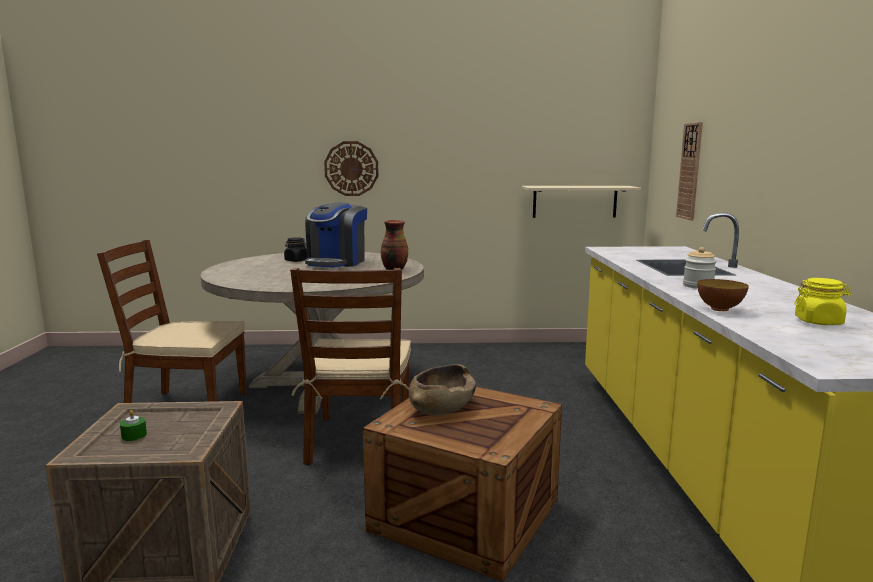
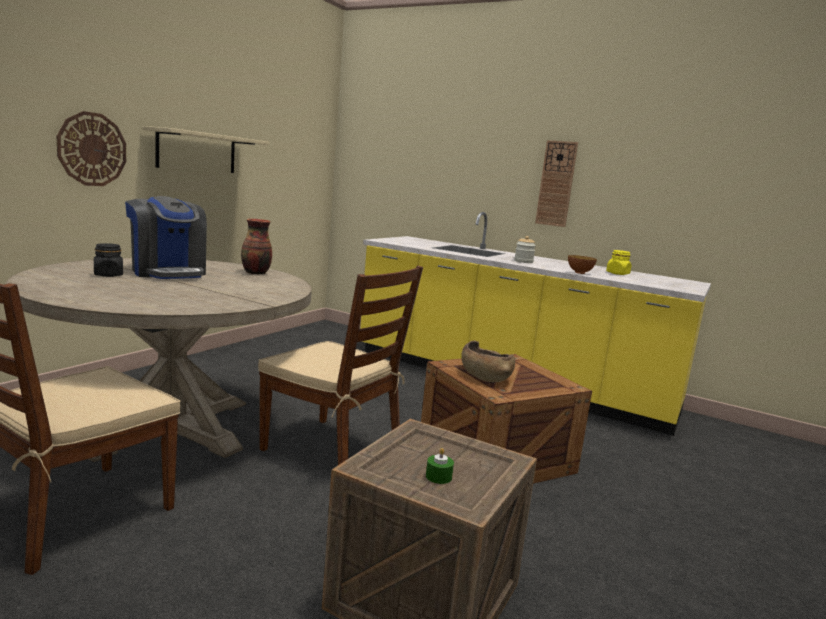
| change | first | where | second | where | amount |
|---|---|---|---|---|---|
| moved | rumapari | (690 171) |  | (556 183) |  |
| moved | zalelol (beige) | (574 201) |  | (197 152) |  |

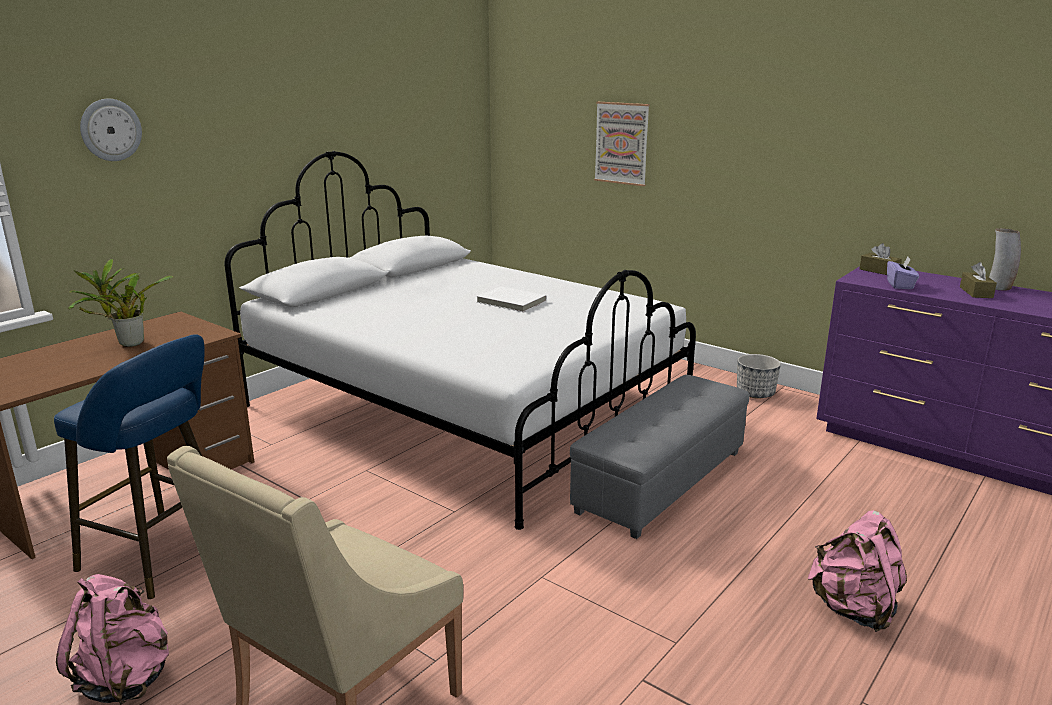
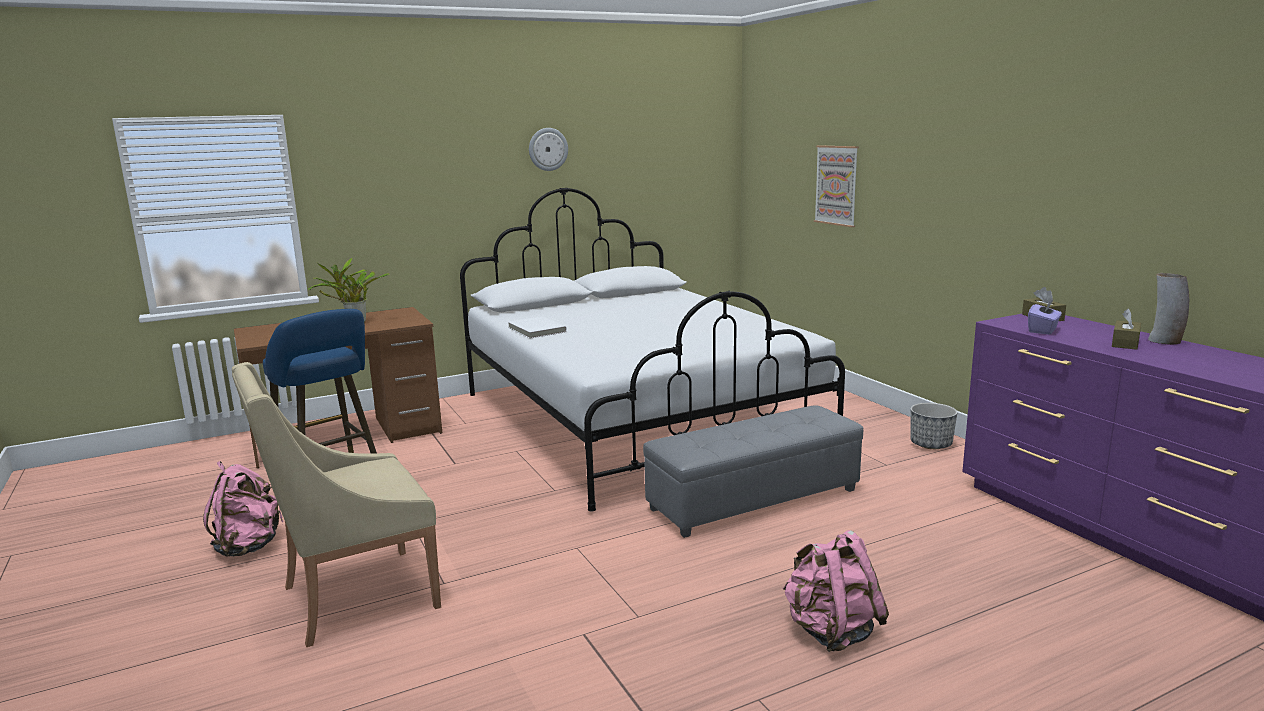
| change | first | where | second | where | amount |
|---|---|---|---|---|---|
| moved | rumapari | (110 130) |  | (548 149) |  |
| moved | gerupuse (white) | (511 302) |  | (535 330) |  |

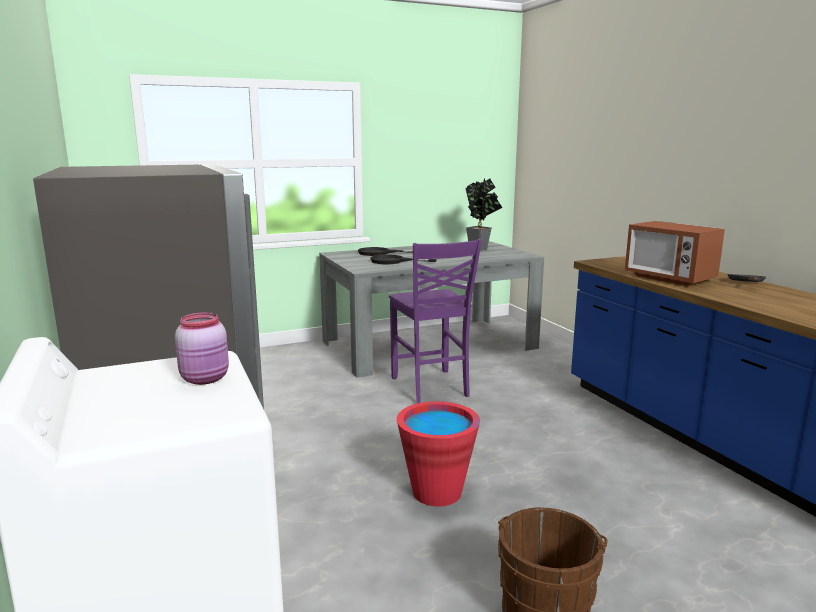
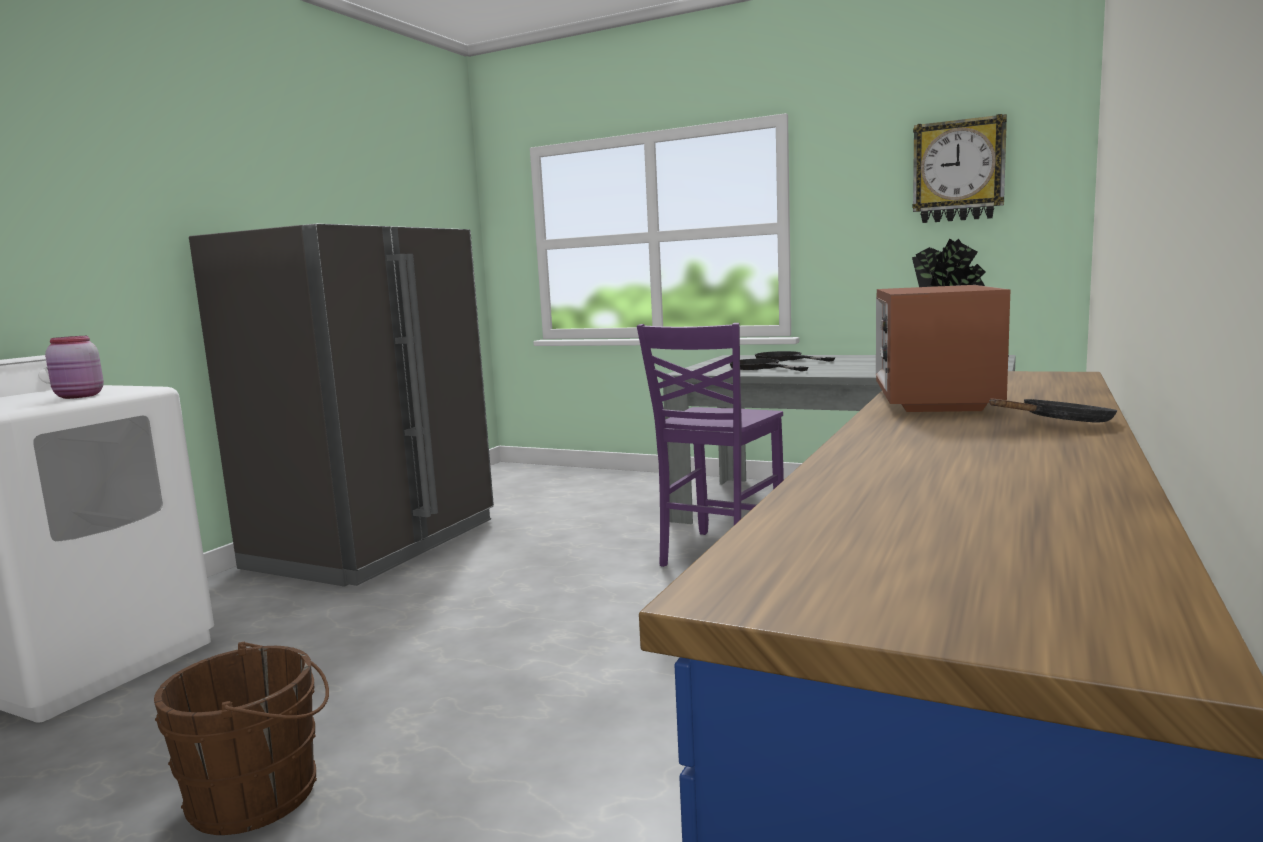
| change | first | where | second | where | amount |
|---|---|---|---|---|---|
| removed | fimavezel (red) | (437 492) |  |  |  |
| added |  |  | rumapari | (958 171) |  |

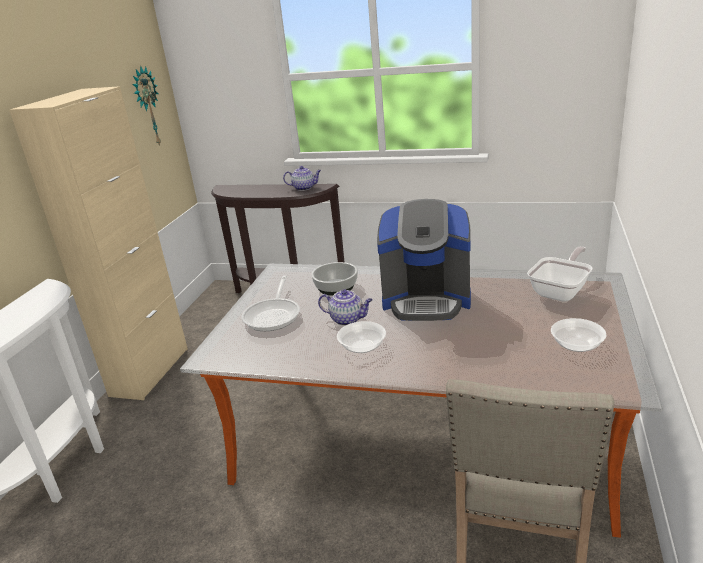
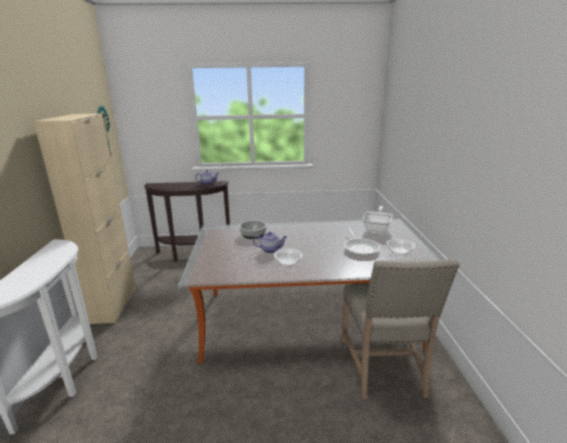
| change | first | where | second | where | amount |
|---|---|---|---|---|---|
| removed | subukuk | (426 300) |  |  |  |
| moved | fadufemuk | (274 315) |  | (360 248) |  |

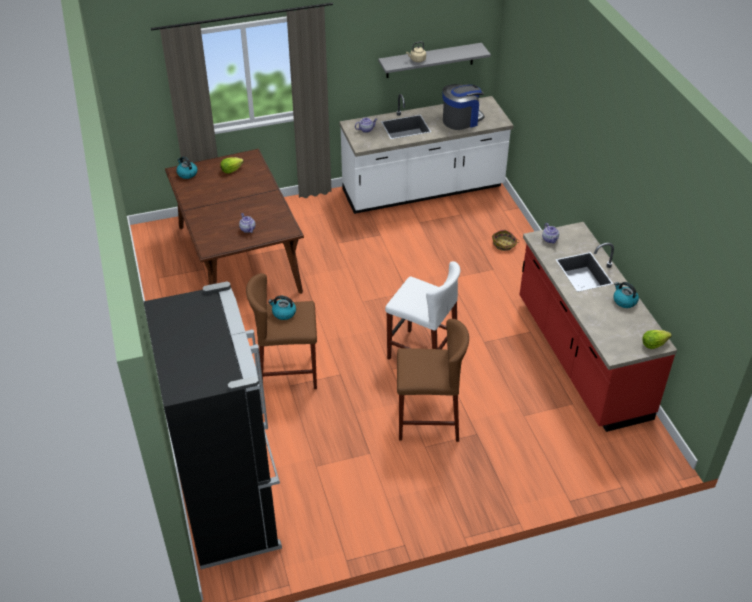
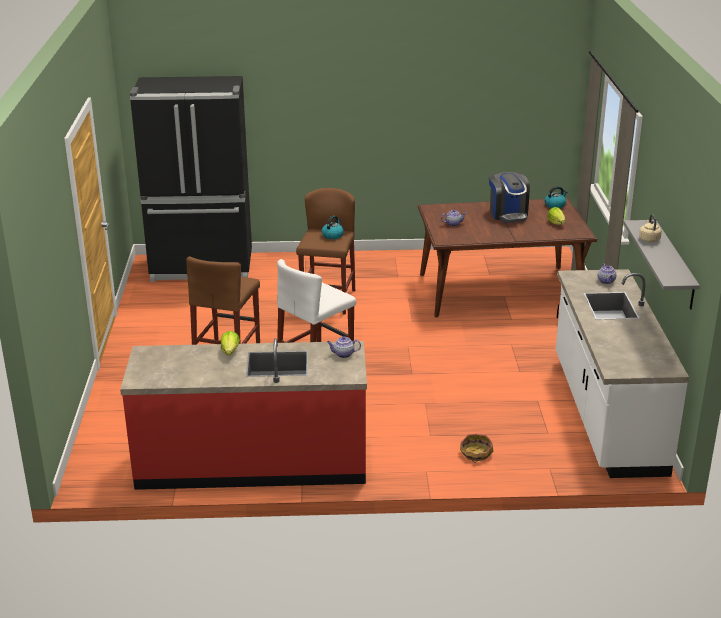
| change | first | where | second | where | amount |
|---|---|---|---|---|---|
| moved | subukuk | (461 120) |  | (508 214) |  |
| removed | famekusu | (624 301) |  |  |  |
| moved | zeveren | (653 344) |  | (230 352) |  |

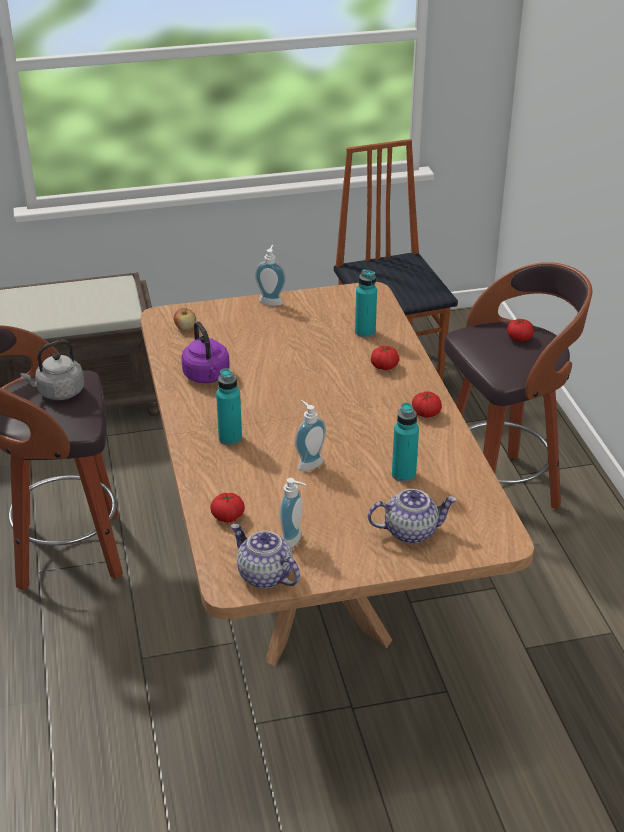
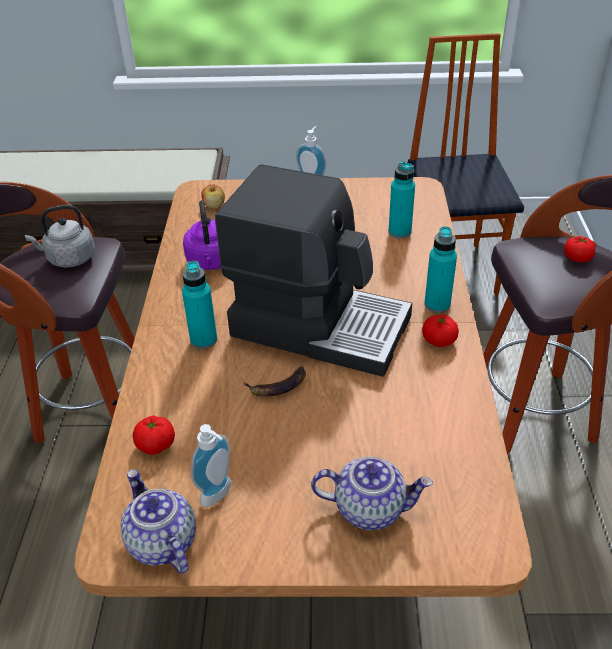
| change | first | where | second | where | amount |
|---|---|---|---|---|---|
| removed | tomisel | (384 366) |  |  |  |
| replaced | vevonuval | (308 463) | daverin | (278 385) |  |
| moved | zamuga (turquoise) | (403 474) |  | (437 304) |  |
| added |  |  | subukuk | (319 324) |  |

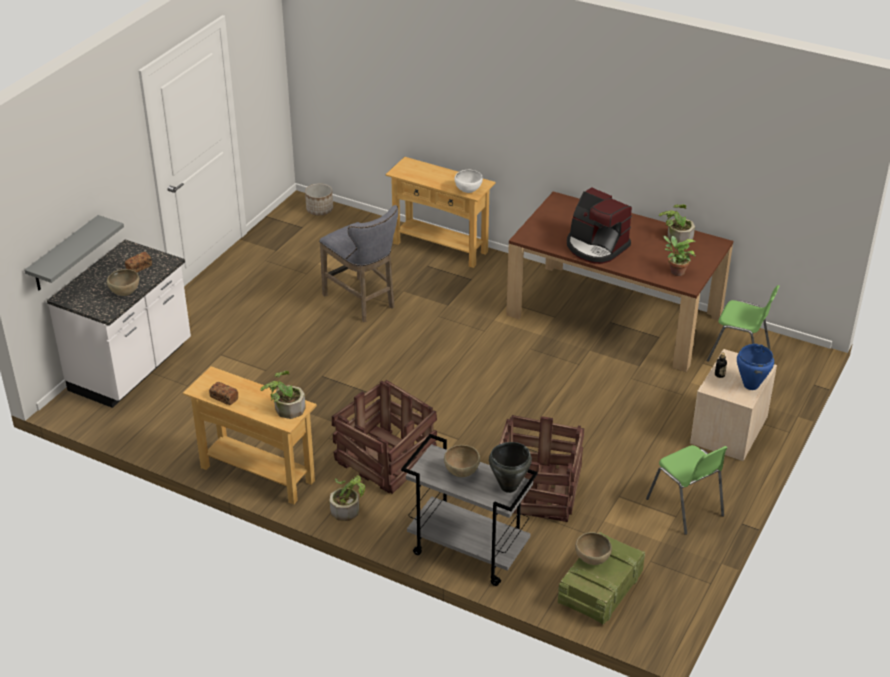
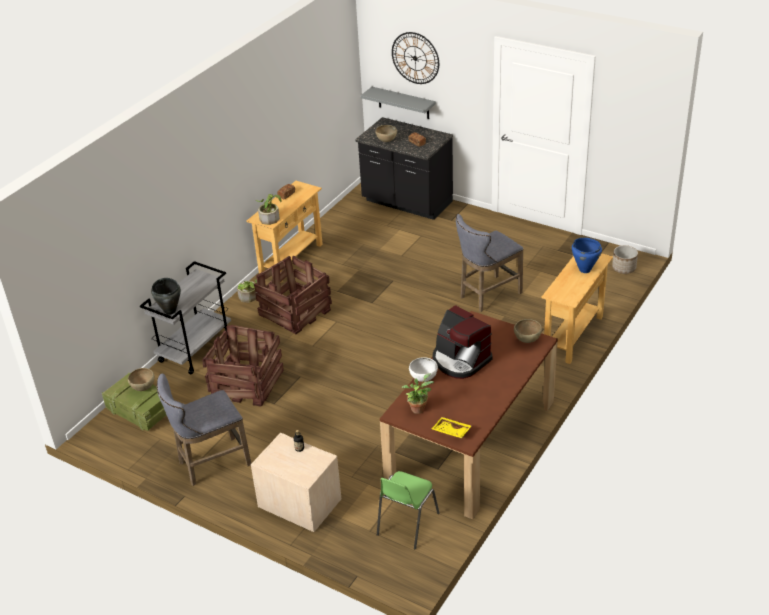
| change | first | where | second | where | amount |
|---|---|---|---|---|---|
| moved | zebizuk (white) | (468 191) |  | (423 379) |  |
| turned | subukuk | (596 247) |  | (460 360) | 90 degrees counterclockwise |
| removed | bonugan | (676 237) |  |  |  |
| recoloured | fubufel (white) | (132 369) | fubufel (black) | (406 203) |  |
| moved | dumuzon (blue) | (750 385) |  | (584 269) |  |
| moved | zebizuk (brown) | (461 472) |  | (527 340) |  |
| replaced | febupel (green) | (685 508) | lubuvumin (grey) | (210 464) |  |
| added |  |  | rumapari | (415 58) |  |
| added |  |  | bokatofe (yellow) | (451 431) |  |

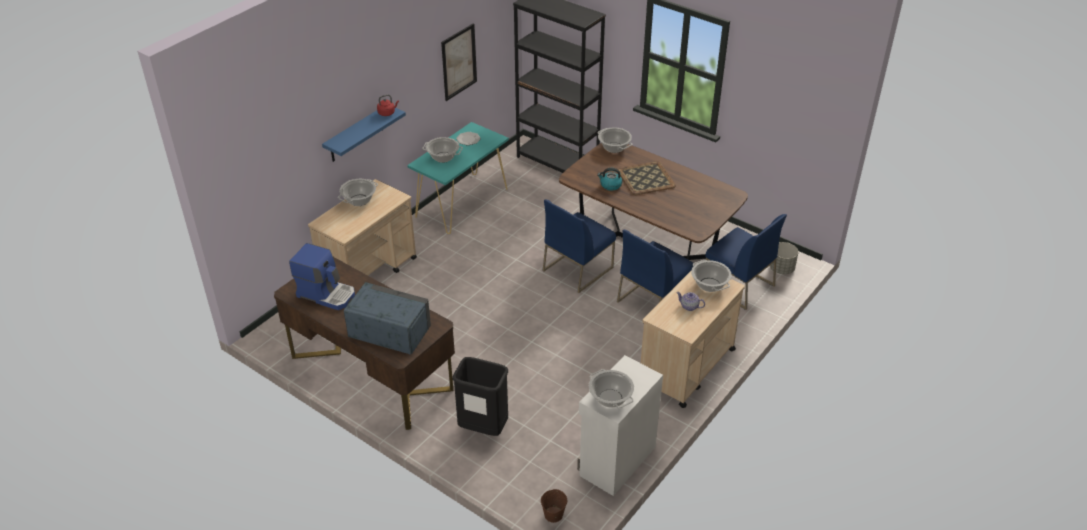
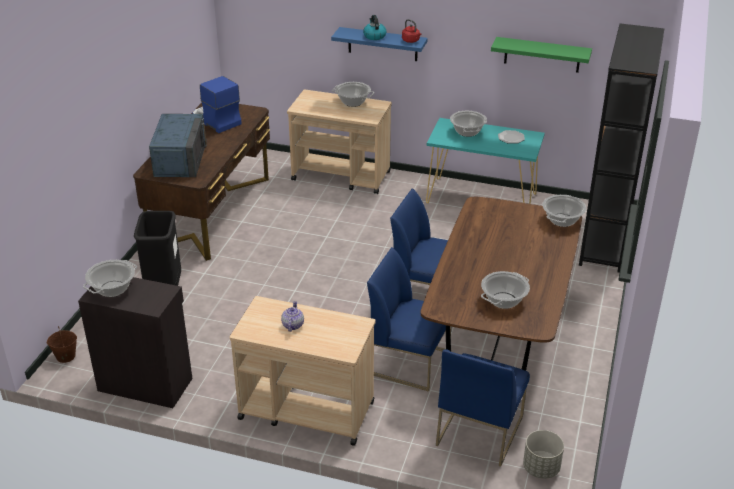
| change | first | where | second | where | amount |
|---|---|---|---|---|---|
| replaced | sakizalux | (459 62) | zalelol (green) | (542 55) |  |
| removed | bokatofe | (645 178) |  |  |  |
| moved | famekusu | (610 185) |  | (374 36) |  |
| turned | subukuk | (326 294) |  | (215 120) | 135 degrees clockwise |
| moved | dumuzon | (709 285) |  | (503 300) |  |
| recoloured | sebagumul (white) | (616 461) | sebagumul (black) | (145 383) |  |

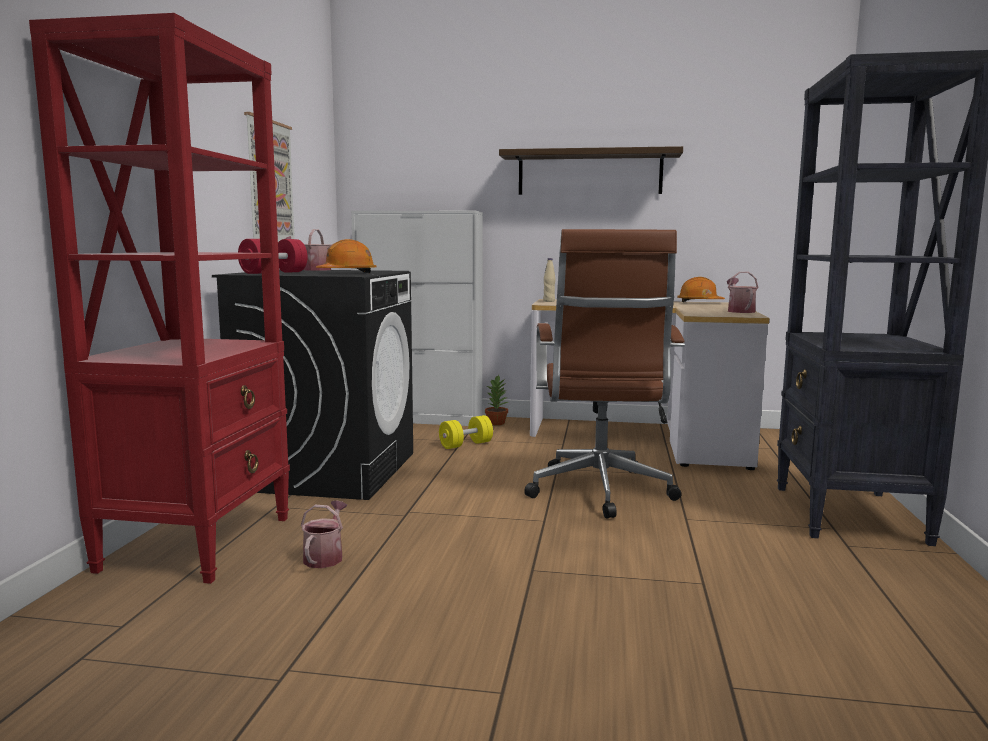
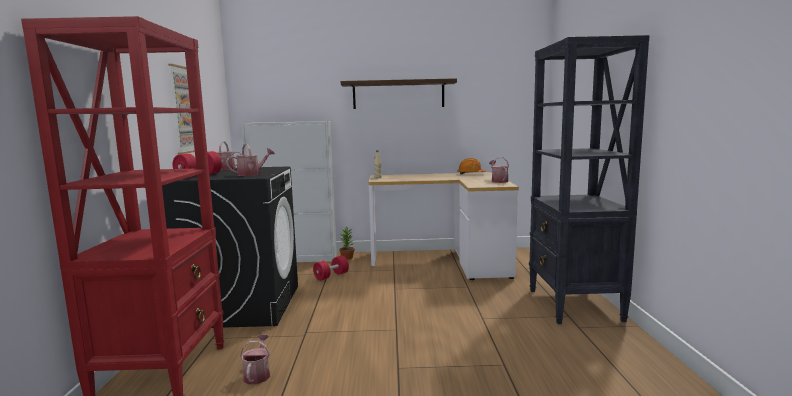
| change | first | where | second | where | amount |
|---|---|---|---|---|---|
| removed | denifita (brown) | (600 493) |  |  |  |
| replaced | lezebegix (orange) | (347 273) | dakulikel | (252 174) |  |
| recoloured | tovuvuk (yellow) | (466 445) | tovuvuk (red) | (331 276) |  |

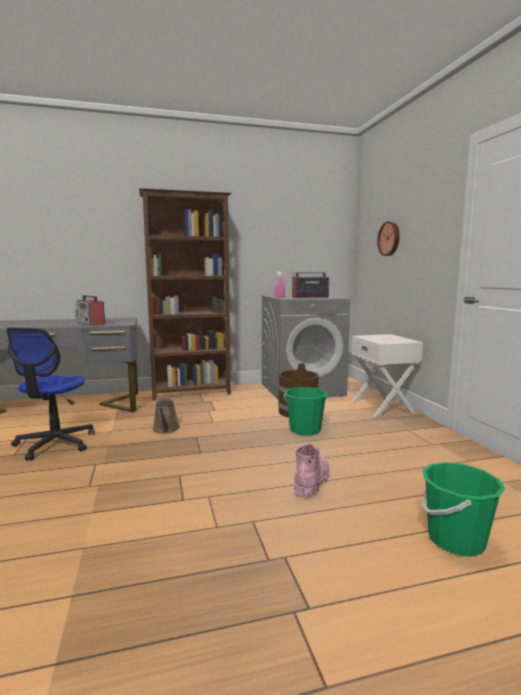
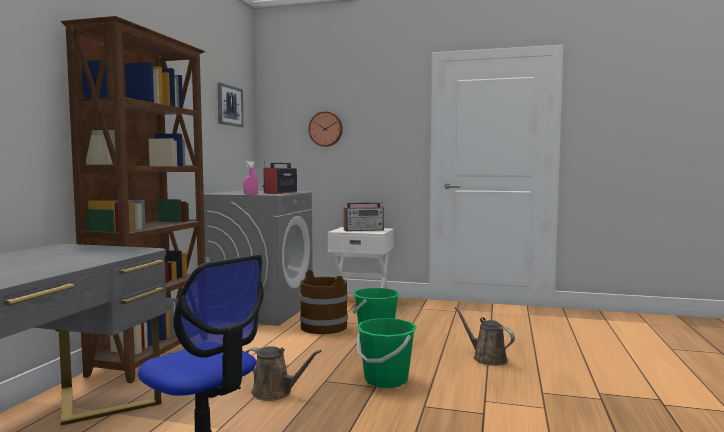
| change | first | where | second | where | amount |
|---|---|---|---|---|---|
| moved | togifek | (91 323) |  | (364 230) |  |
| replaced | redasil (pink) | (311 481) | dakulikel (brown) | (487 358) |  |
| moved | fimavezel (green) | (455 540) |  | (386 380) |  |
| added |  |  | sakizalux | (229 106) |  |

